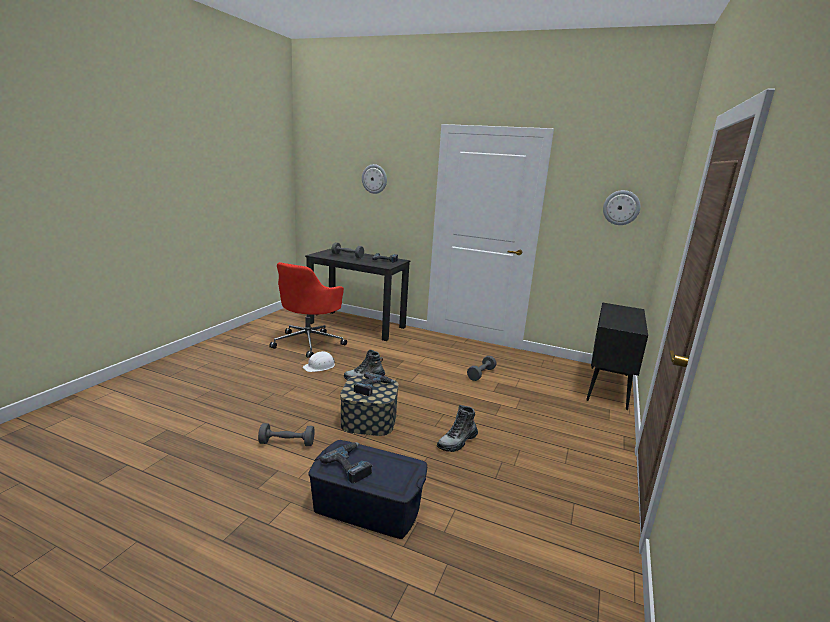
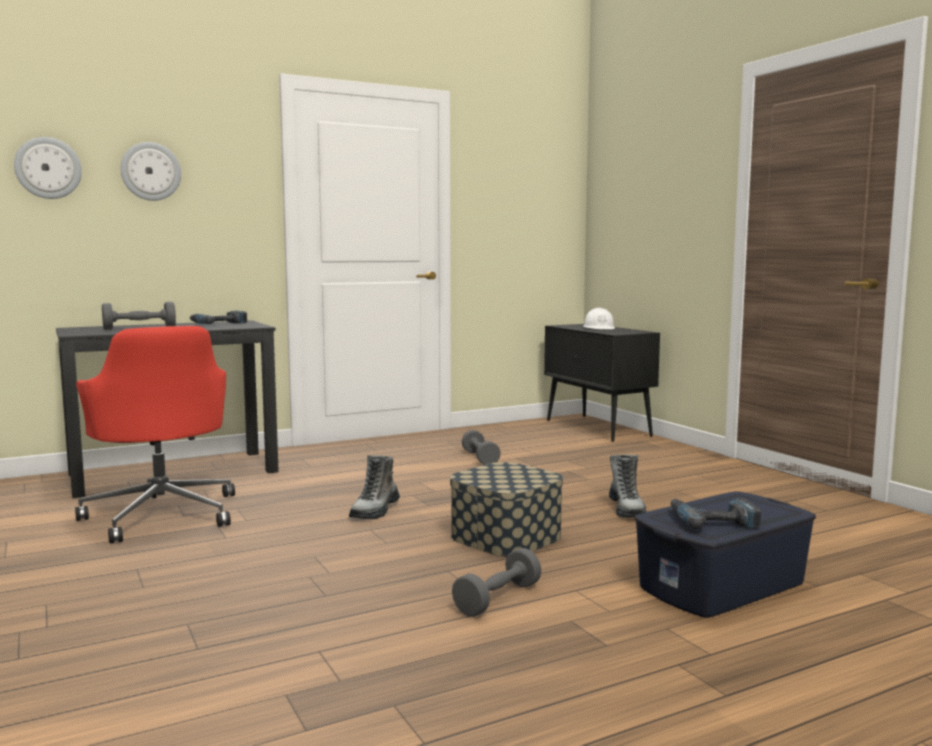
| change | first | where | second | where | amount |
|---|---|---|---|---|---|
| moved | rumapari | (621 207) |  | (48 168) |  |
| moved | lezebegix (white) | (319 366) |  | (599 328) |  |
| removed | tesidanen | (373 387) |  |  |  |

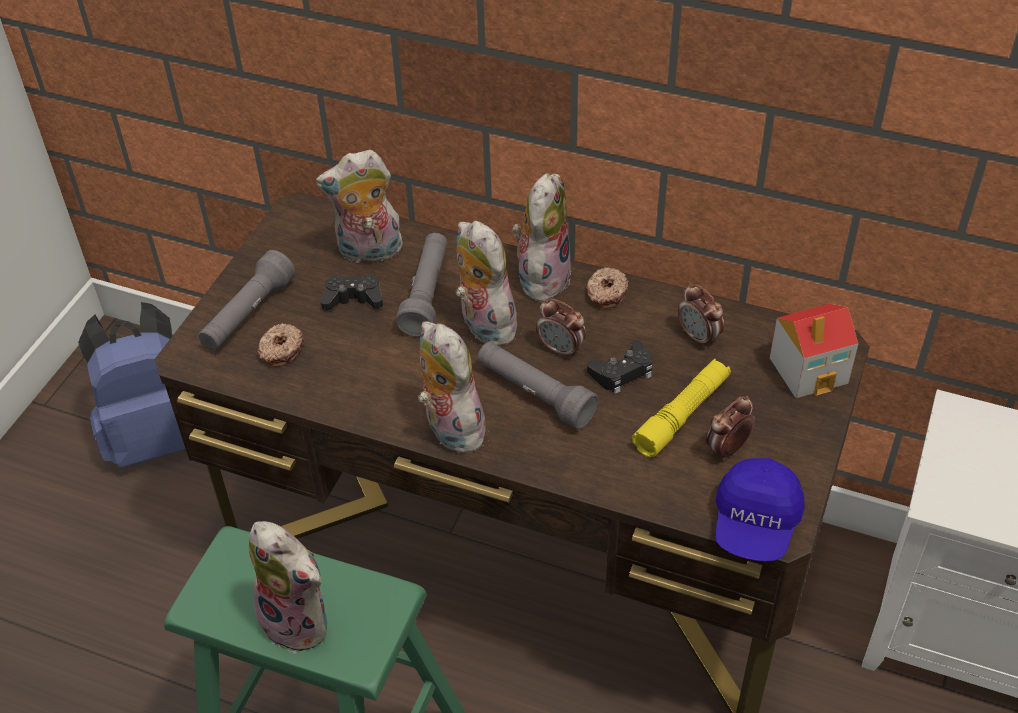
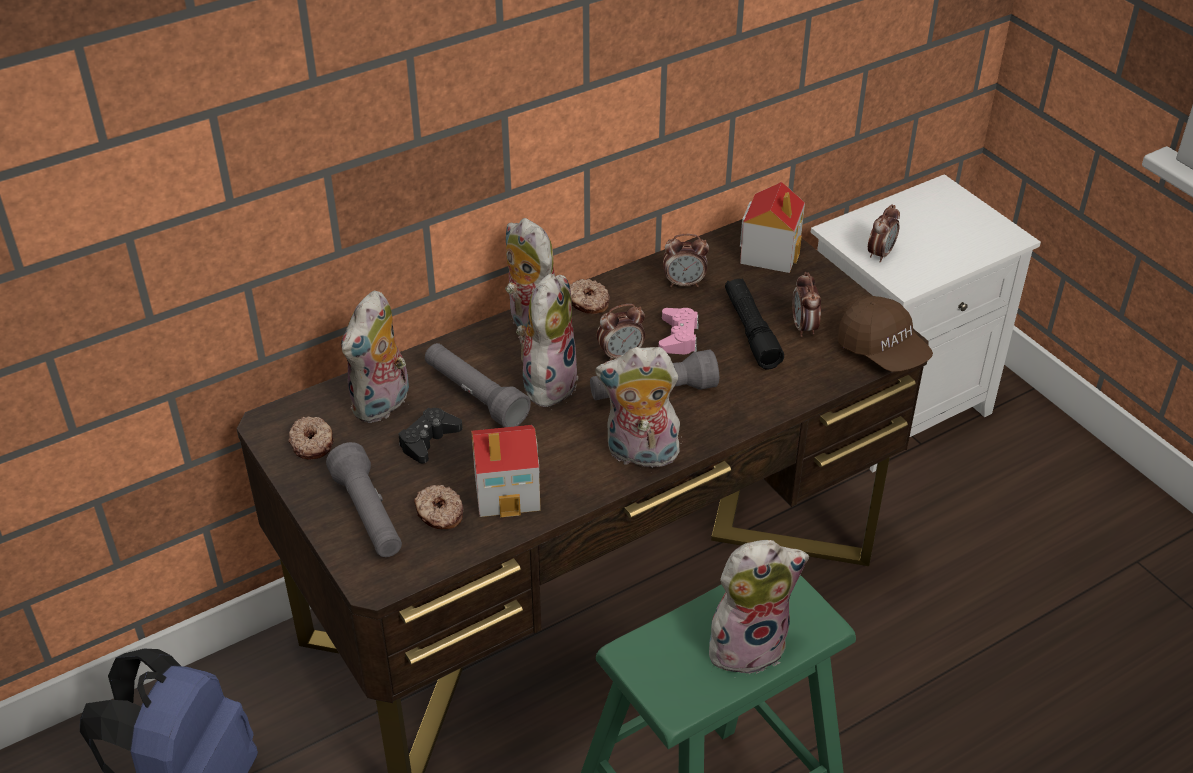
| change | first | where | second | where | amount |
|---|---|---|---|---|---|
| turned | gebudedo | (483 325) |  | (547 382) | 105 degrees clockwise |
| recoloured | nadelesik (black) | (622 372) | nadelesik (pink) | (678 337) |  |
| recoloured | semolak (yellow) | (682 415) | semolak (black) | (751 331) |  |
| recoloured | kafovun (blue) | (755 524) | kafovun (brown) | (883 351) |  |
| added |  |  | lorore | (880 254) |  |
| added |  |  | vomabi | (313 443) |  |
| added |  |  | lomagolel | (508 491) |  |

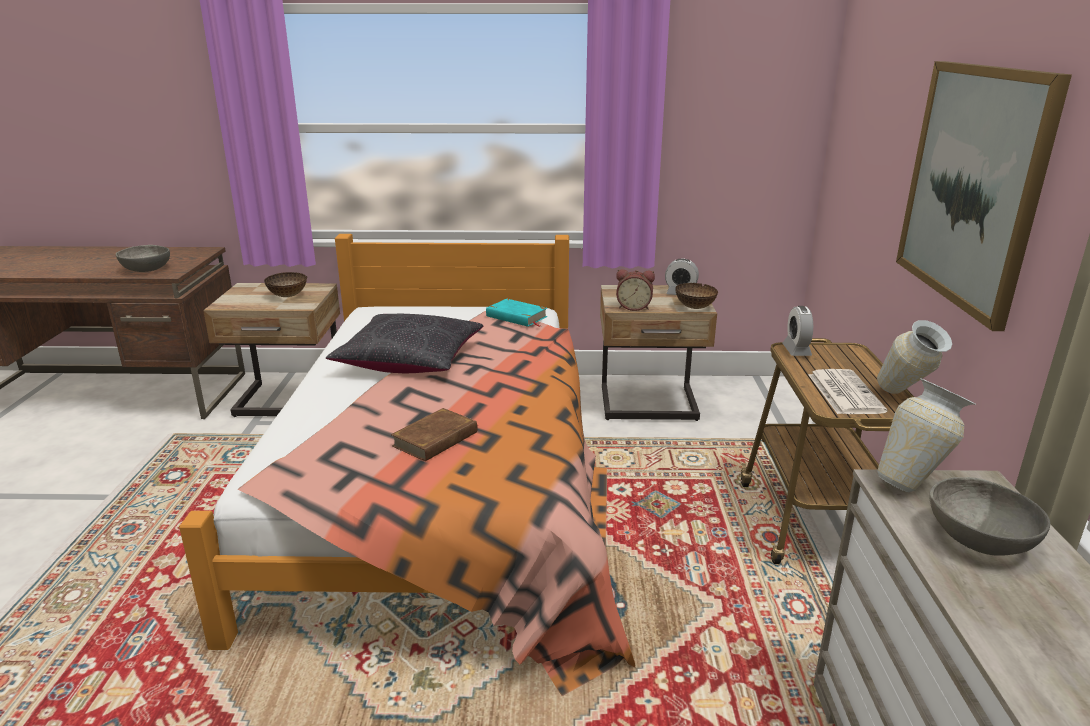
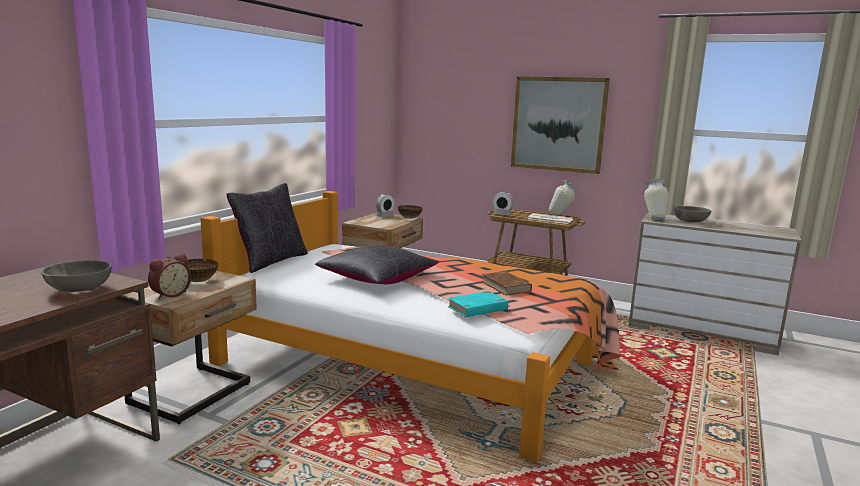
| change | first | where | second | where | amount |
|---|---|---|---|---|---|
| moved | lorore | (634 307) |  | (169 294) |  |
| moved | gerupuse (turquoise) | (516 317) |  | (478 308) |  |
| added |  |  | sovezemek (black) | (270 261) |  |

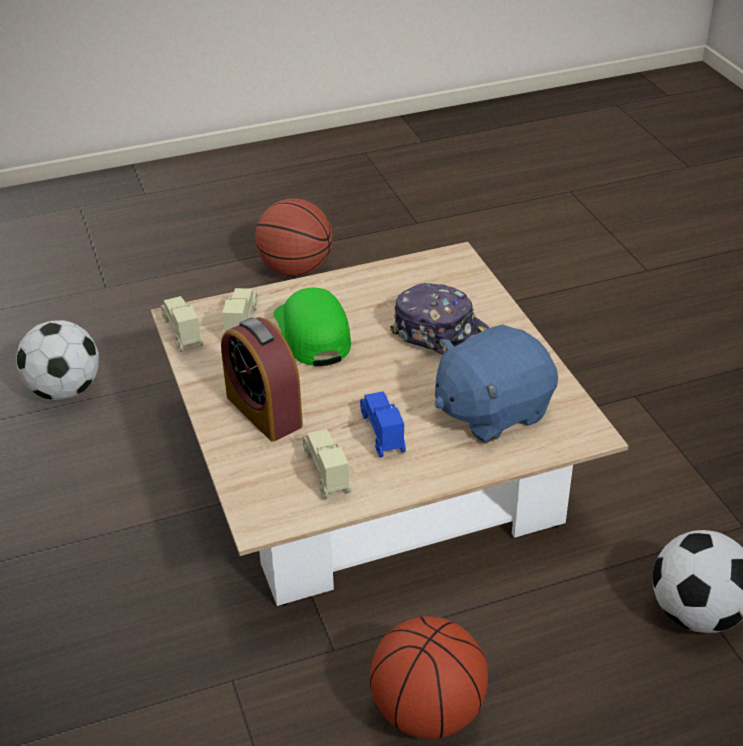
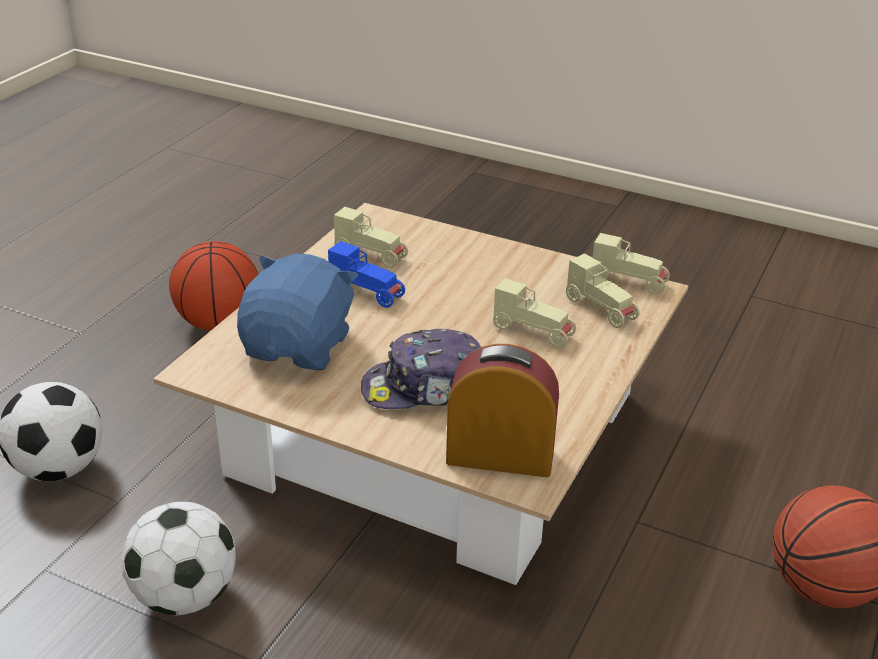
| change | first | where | second | where | amount |
|---|---|---|---|---|---|
| replaced | kafovun (green) | (312 333) | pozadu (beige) | (534 331) |  |
| moved | lorore | (264 411) |  | (500 456) |  |
| moved | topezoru | (65 390) |  | (185 597) |  |

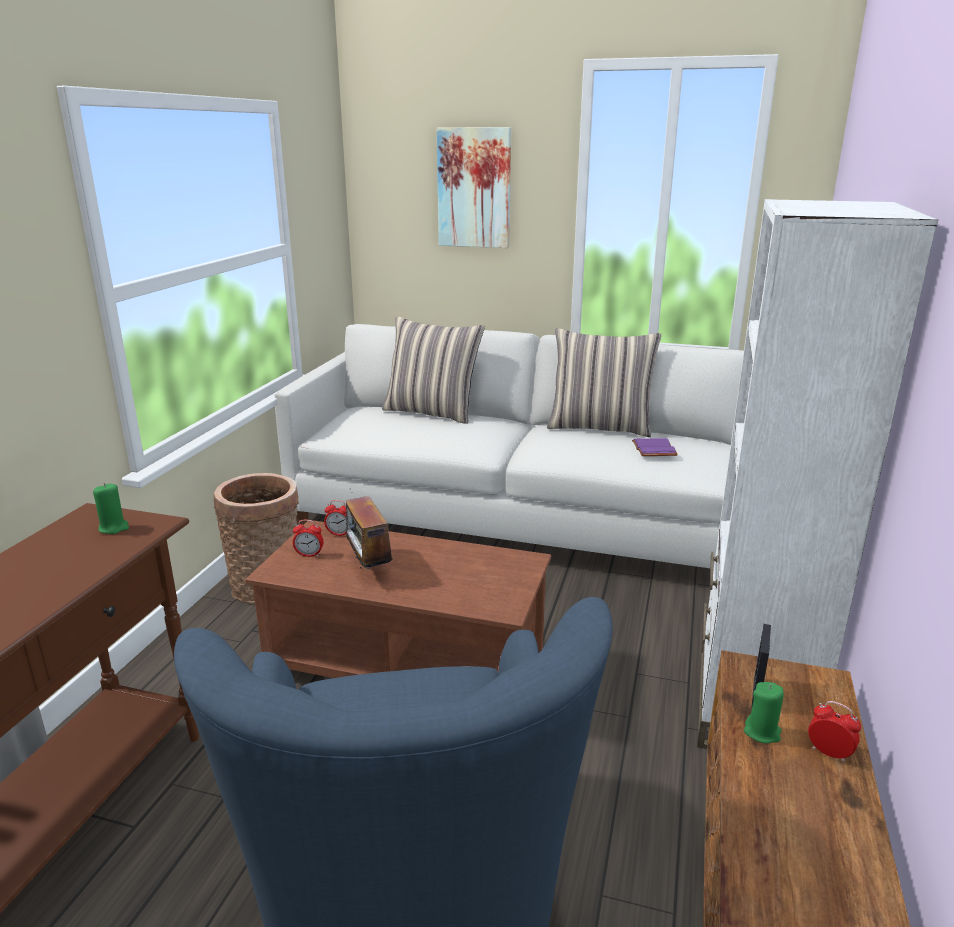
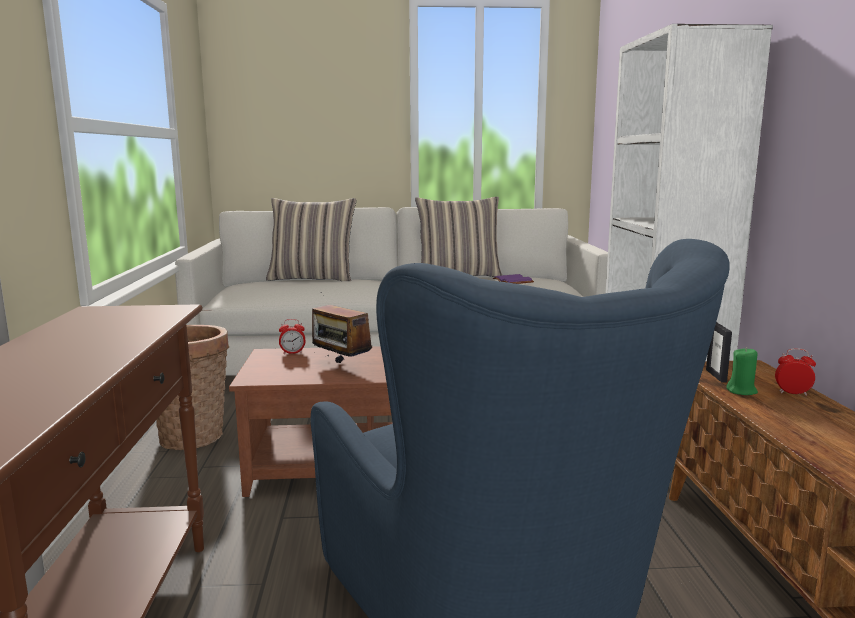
| change | first | where | second | where | amount |
|---|---|---|---|---|---|
| removed | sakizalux | (474 188) |  |  |  |
| removed | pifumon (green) | (114 528) |  |  |  |
| removed | lorore | (309 555) |  |  |  |

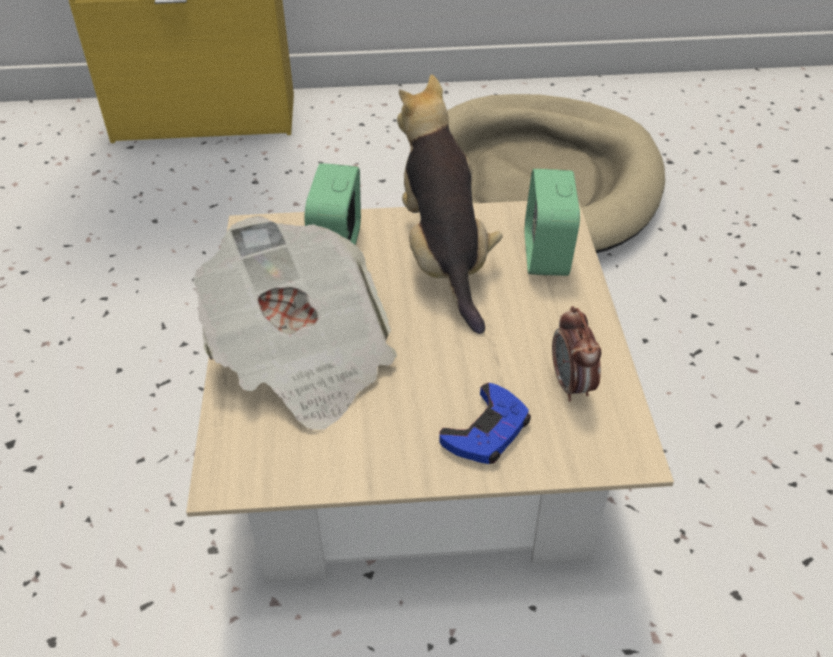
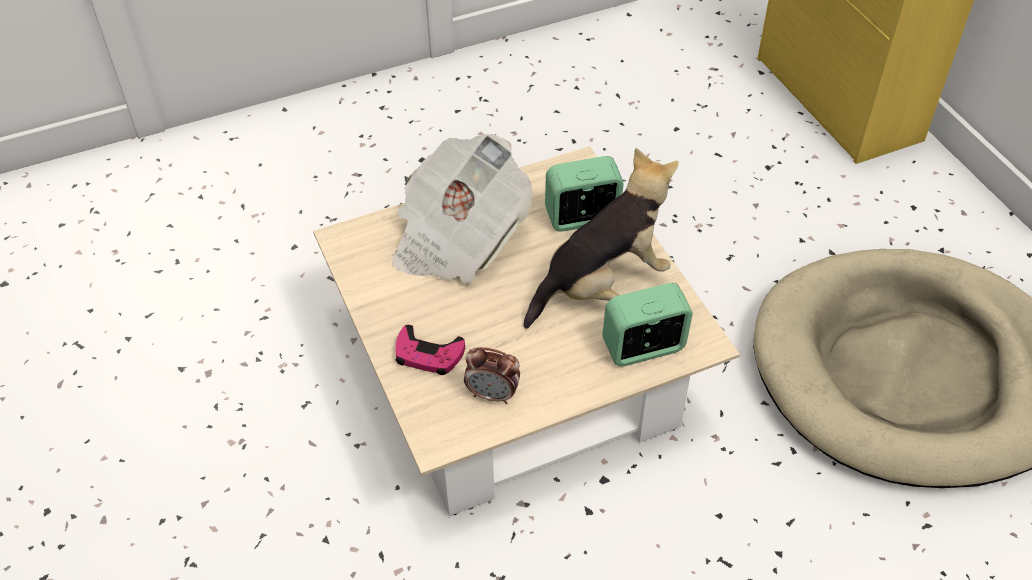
| change | first | where | second | where | amount |
|---|---|---|---|---|---|
| turned | lorore | (572 385) |  | (493 394) | 135 degrees counterclockwise |
| recoloured | nadelesik (blue) | (487 431) | nadelesik (pink) | (428 355) |  |

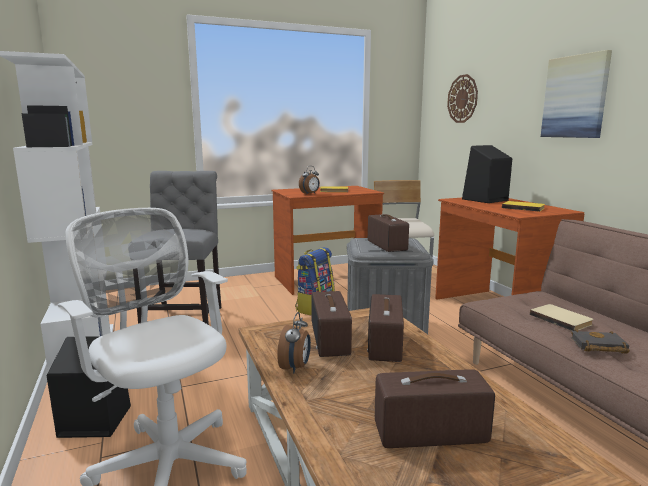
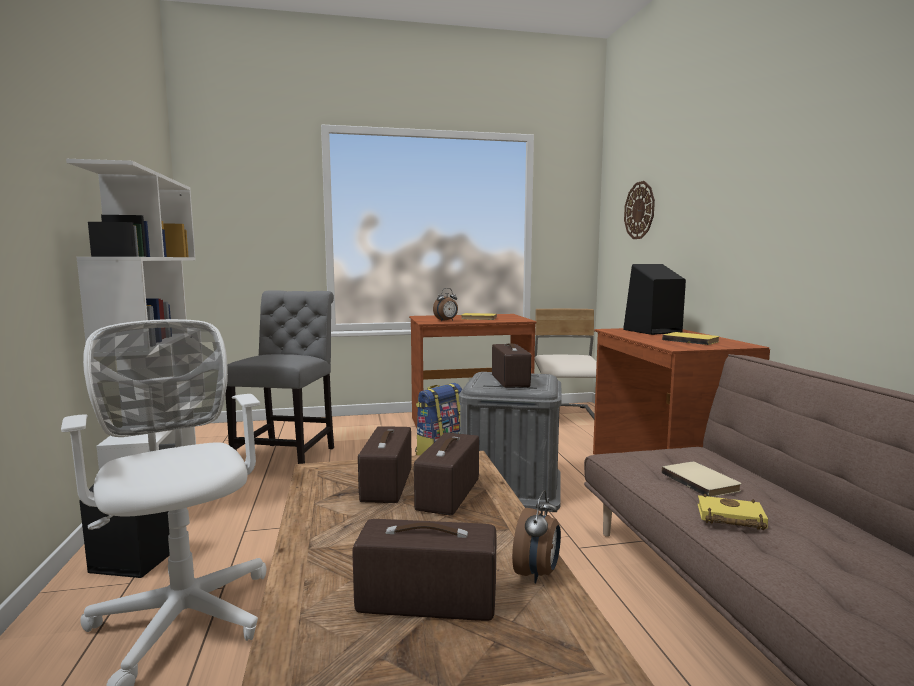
| change | first | where | second | where | amount |
|---|---|---|---|---|---|
| removed | sakizalux | (575 97) |  |  |  |
| moved | lorore | (295 367) |  | (537 573) |  |
| recoloured | gerupuse (black) | (597 346) | gerupuse (yellow) | (729 518) |  |

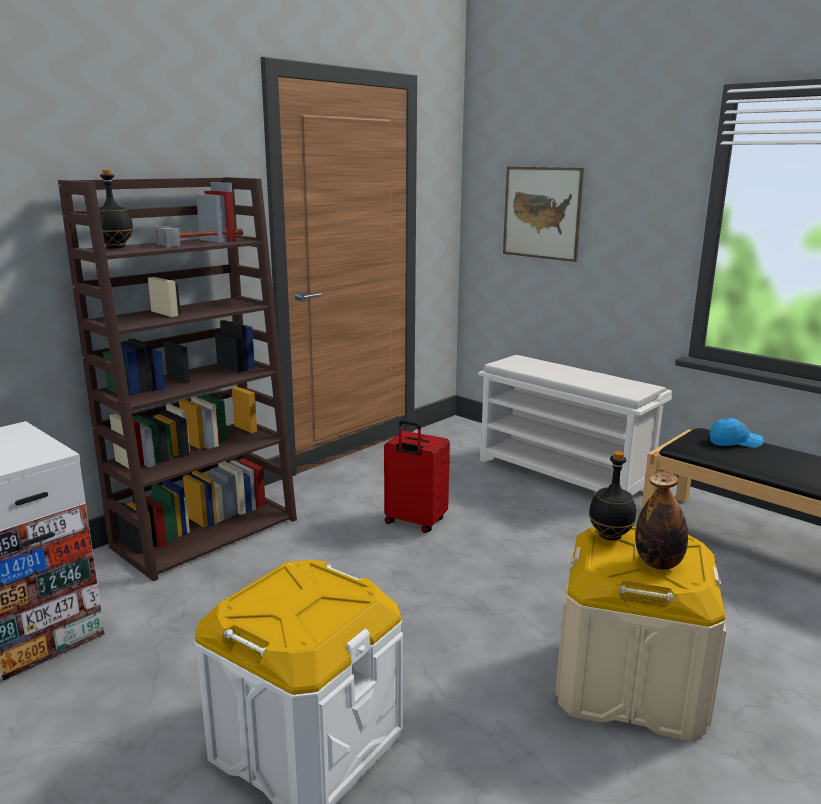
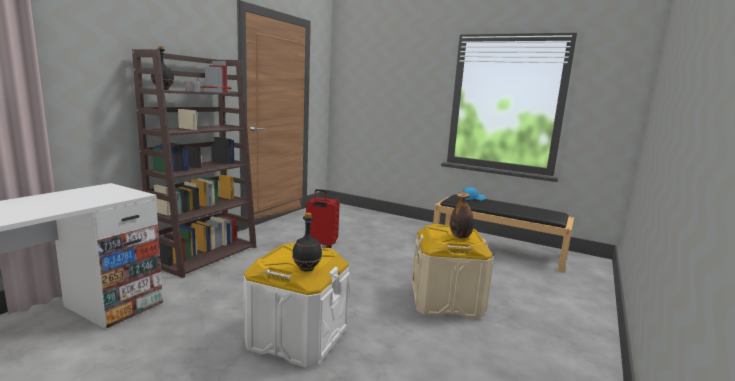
| change | first | where | second | where | amount |
|---|---|---|---|---|---|
| removed | sakizalux | (542 213) |  |  |  |
| removed | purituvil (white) | (564 475) |  |  |  |
| moved | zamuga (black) | (609 536) |  | (306 269) |  |

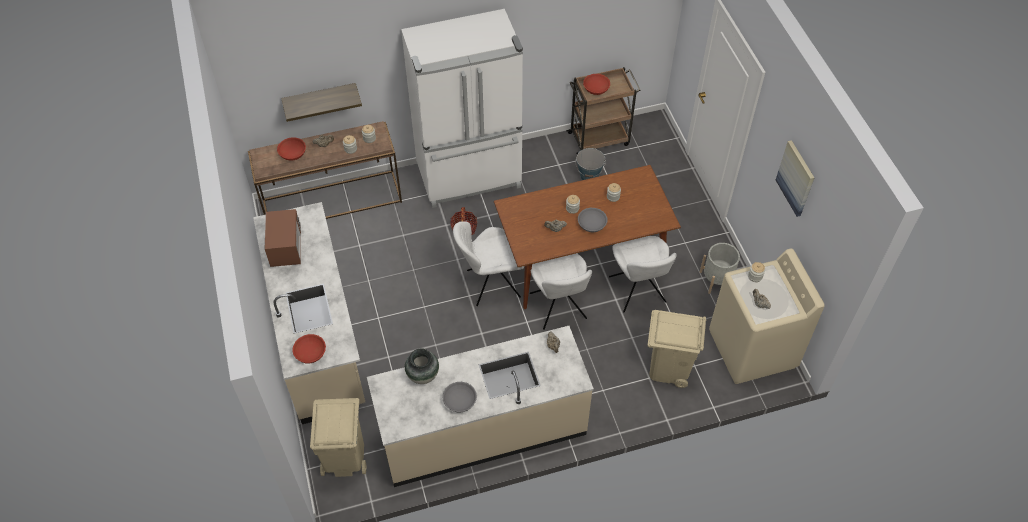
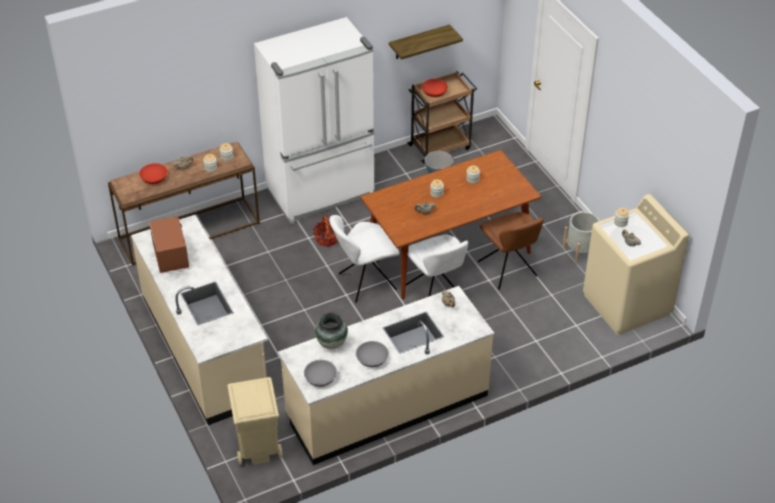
| change | first | where | second | where | amount |
|---|---|---|---|---|---|
| moved | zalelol | (320 99) |  | (419 42) |  |
| removed | sakizalux | (796 178) |  |  |  |
| moved | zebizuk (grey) | (592 224) |  | (320 378) |  |
| recoloured | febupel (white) | (638 291) | febupel (brown) | (508 270) |  |
| removed | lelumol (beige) | (668 368) |  |  |  |
| removed | zebizuk (red) | (310 353) |  |  |  |

